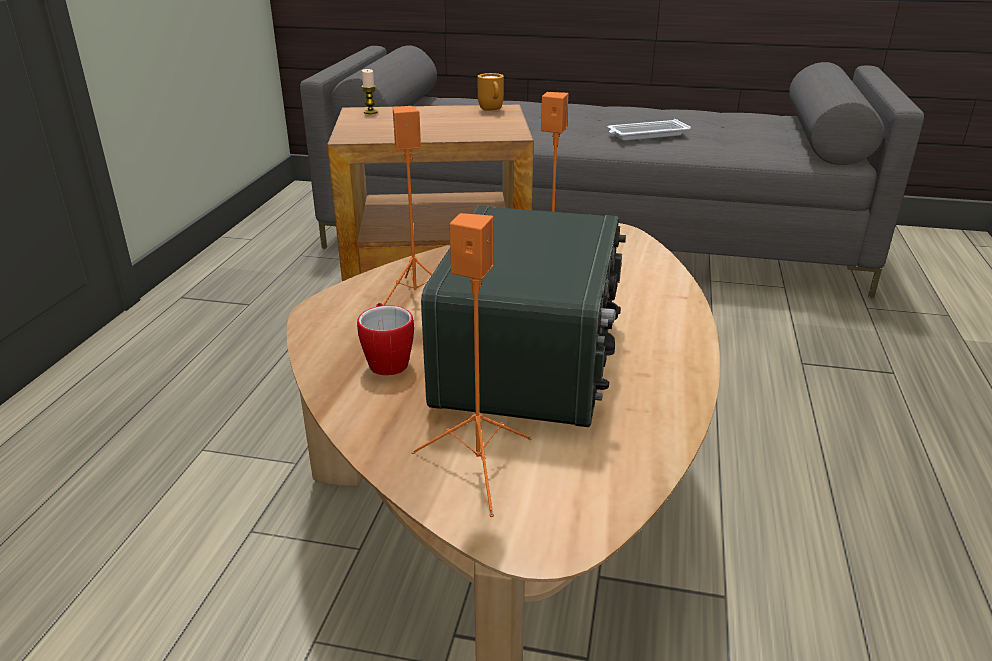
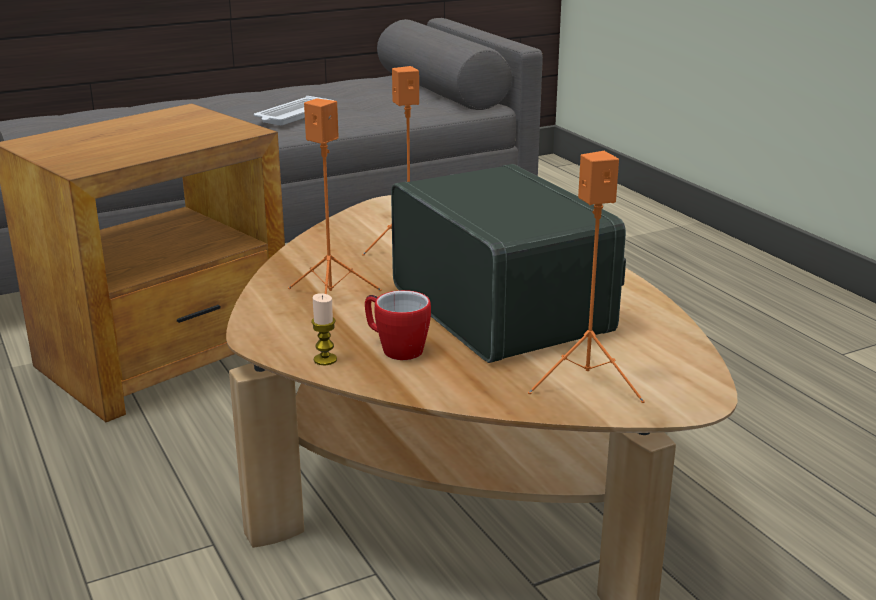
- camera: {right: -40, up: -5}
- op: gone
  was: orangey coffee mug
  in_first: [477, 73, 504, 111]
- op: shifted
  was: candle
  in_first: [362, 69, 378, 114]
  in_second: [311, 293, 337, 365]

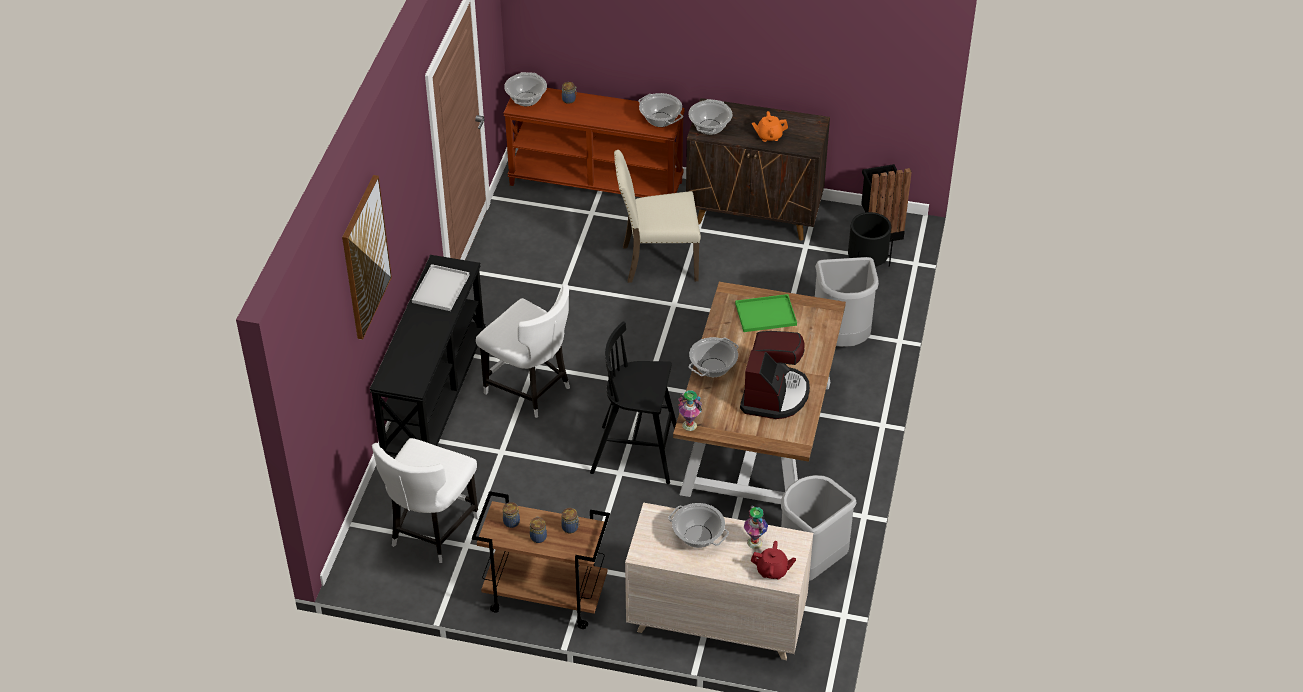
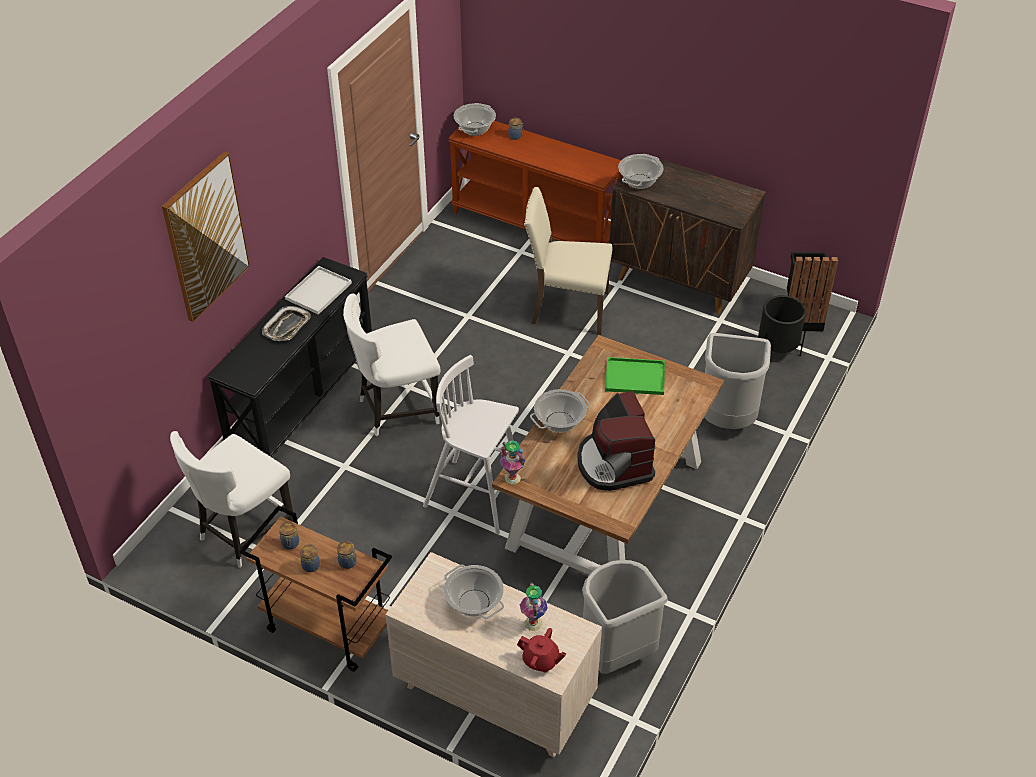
- camera: {right: 15, up: 0}
- op: gone
  was: saucepot
  in_first: [639, 93, 683, 127]
- op: gone
  was: orangey teapot
  in_first: [752, 111, 788, 142]
- op: new
  now: carrying tray
  in_second: [262, 306, 310, 341]
- op: repainted
  was: blackish stool seat
  now: white stool seat
  in_first: [590, 321, 676, 484]
  in_second: [423, 355, 519, 534]
- op: rotated
  was: white chair
  in_first: [476, 284, 570, 418]
  in_second: [343, 293, 440, 437]
  clockwise: 105
- op: rotated
  was: coffee machine
  in_first: [740, 331, 810, 419]
  in_second: [577, 391, 655, 491]
  clockwise: 135

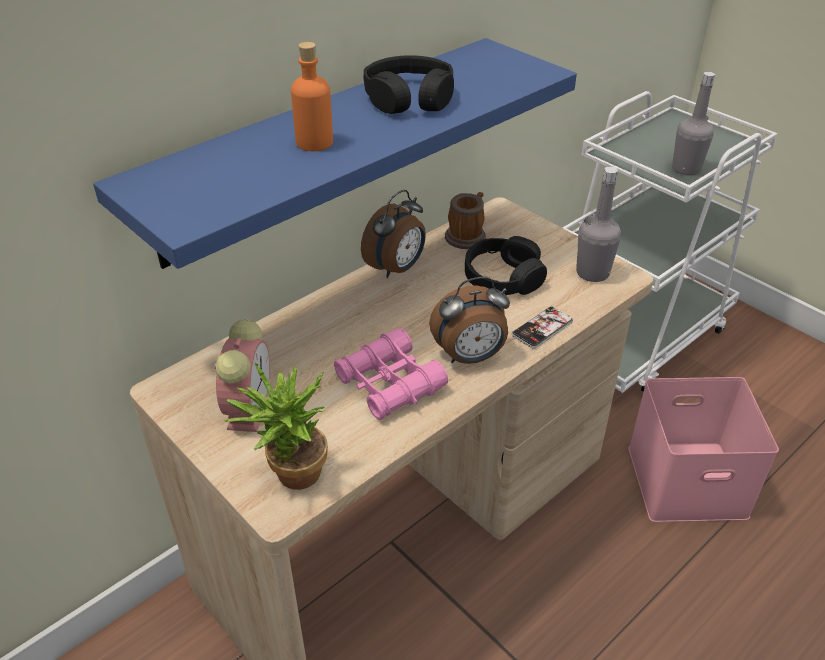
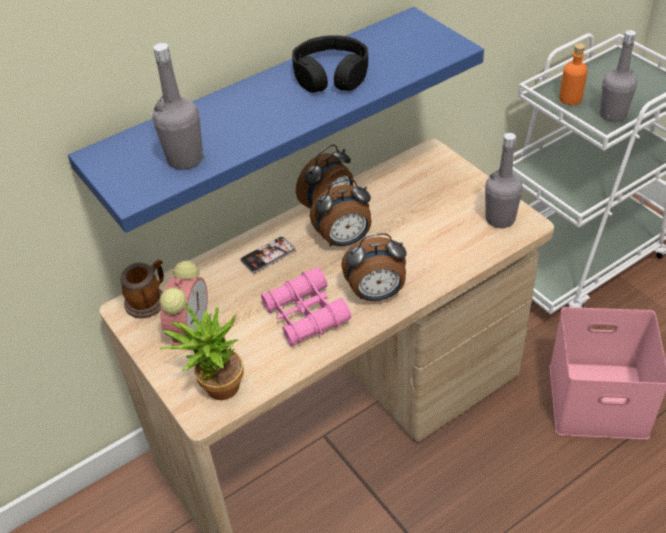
- camera: {right: 10, up: 5}
- op: gone
  was: blackish headset
  in_first: [465, 236, 547, 295]
- op: new
  now: gray drink bottle
  in_second: [153, 43, 203, 170]
- op: new
  now: table clock
  in_second: [310, 179, 372, 247]
- op: shifted
  was: orangey drink bottle
  in_first: [291, 42, 333, 151]
  in_second: [559, 43, 588, 105]
- op: shifted
  was: coffee mug
  in_first: [445, 192, 486, 249]
  in_second: [120, 260, 164, 318]
- op: shifted
  was: handset
  in_first: [512, 306, 573, 349]
  in_second: [240, 236, 296, 273]

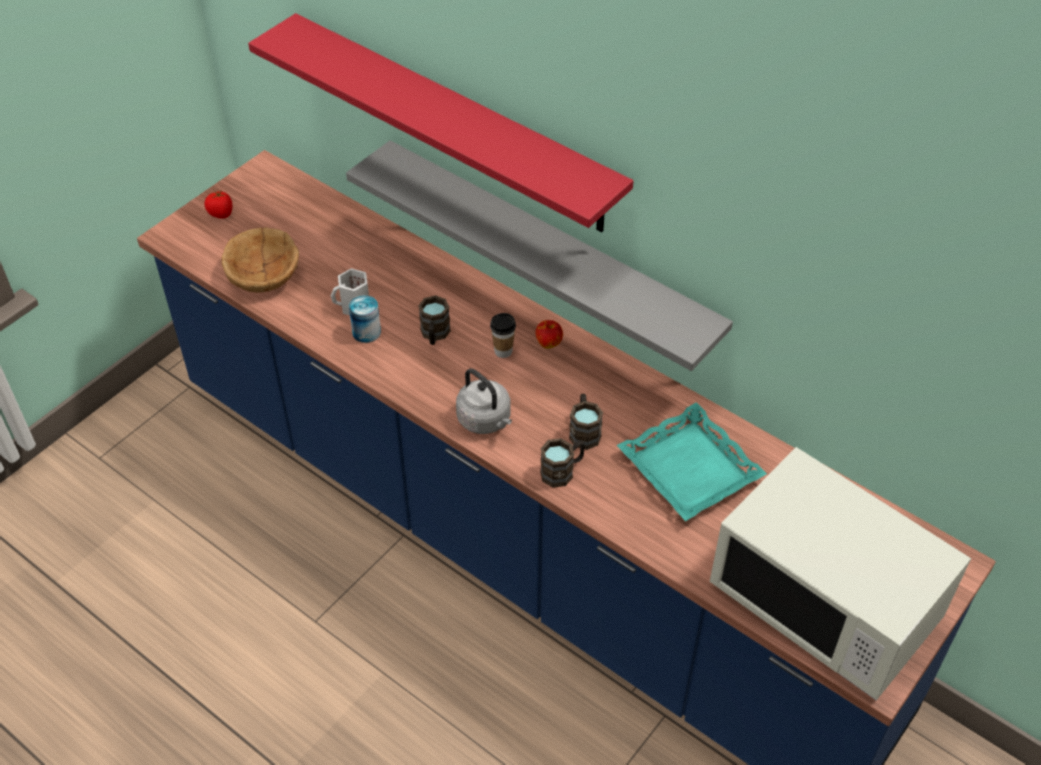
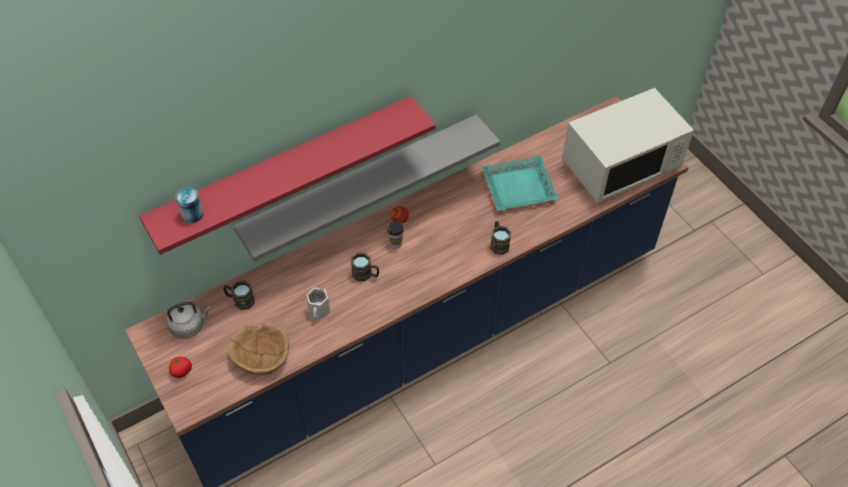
- camera: {right: -70, up: 5}
- op: shifted
  was: sealed can
  in_first: [349, 295, 381, 343]
  in_second: [176, 187, 204, 223]
- op: shifted
  was: gray tea kettle
  in_first: [456, 369, 512, 434]
  in_second: [166, 301, 211, 339]
- op: shifted
  was: brown-coloured coffee mug
  in_first: [569, 394, 603, 450]
  in_second: [223, 280, 255, 310]

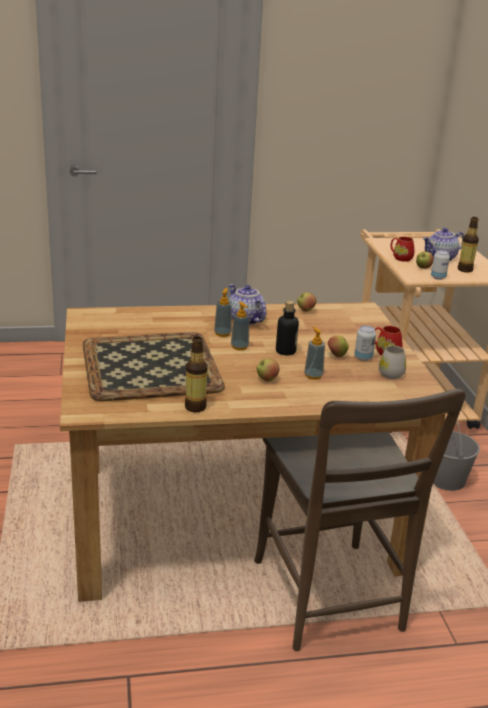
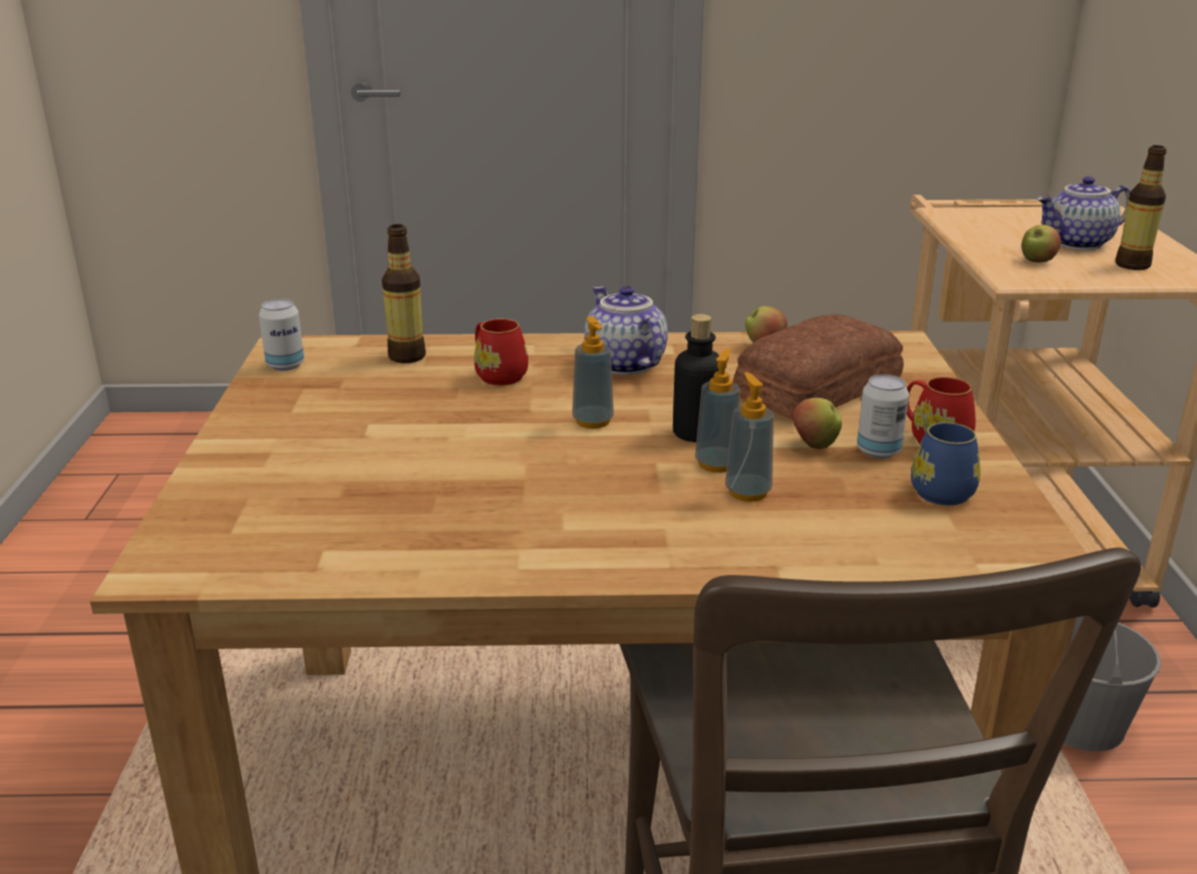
- camera: {right: 10, up: 0}
- op: gone
  was: carrying tray
  in_first: [83, 332, 225, 401]
- op: gone
  was: whole apple
  in_first: [257, 359, 280, 382]
- op: new
  now: bread
  in_second: [733, 314, 904, 420]
- op: shifted
  was: drink bottle
  in_first: [185, 336, 208, 412]
  in_second: [382, 224, 426, 363]
- op: shifted
  was: liquid soap bottle
  in_first: [214, 288, 232, 337]
  in_second: [695, 349, 740, 473]
- op: shifted
  was: red-coloured coffee mug
  in_first: [391, 237, 414, 262]
  in_second: [474, 319, 528, 385]
- op: shifted
  was: sealed can
  in_first: [431, 250, 450, 280]
  in_second: [259, 299, 304, 371]
- op: repainted
  was: white coffee mug
  now: blue-coloured coffee mug
  in_first: [379, 345, 406, 379]
  in_second: [911, 422, 980, 505]

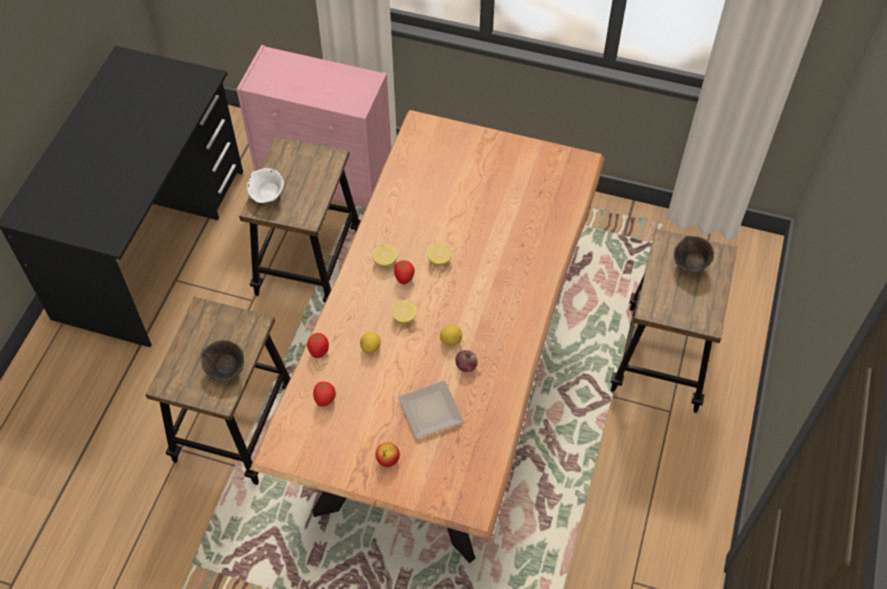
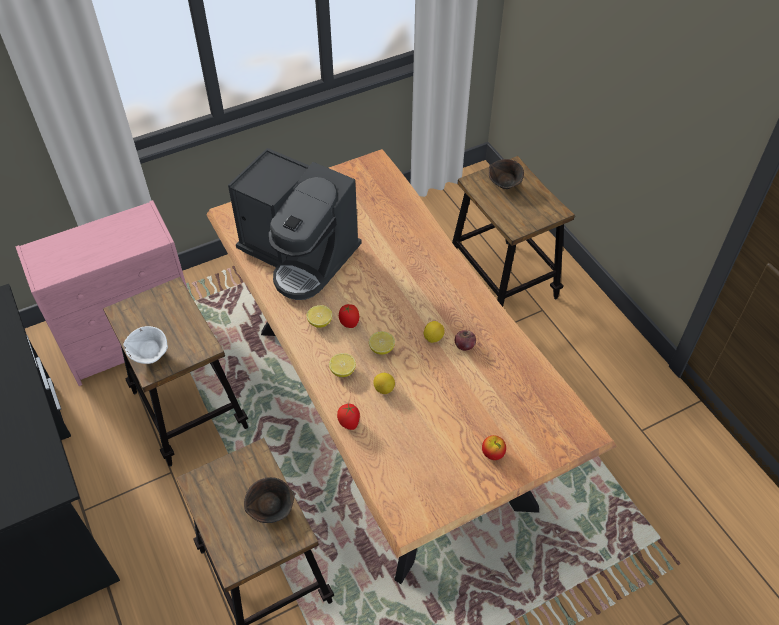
- camera: {right: -45, up: -5}
- op: gone
  was: tomato
  in_first: [313, 381, 336, 407]
- op: gone
  was: flat dish
  in_first: [398, 380, 464, 439]
- op: new
  now: coffee machine
  in_second: [228, 148, 362, 300]
- op: shifted
  was: lemon
  in_first: [427, 243, 452, 266]
  in_second: [329, 353, 356, 377]

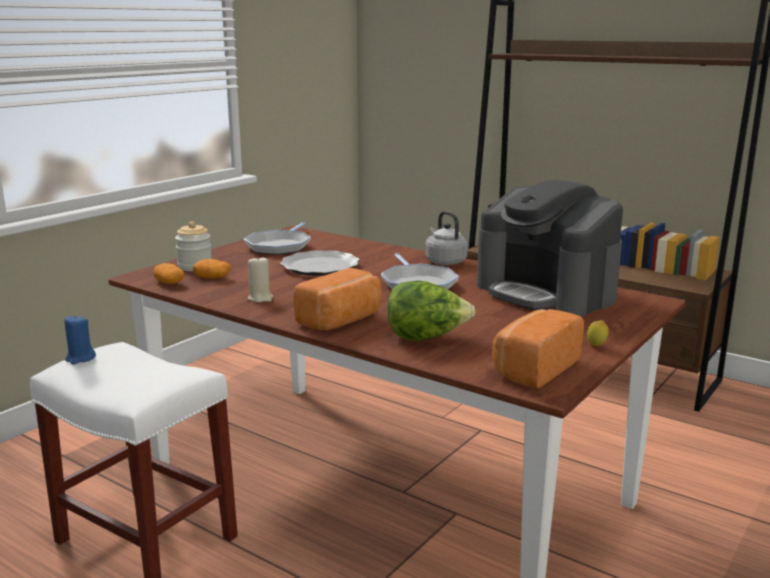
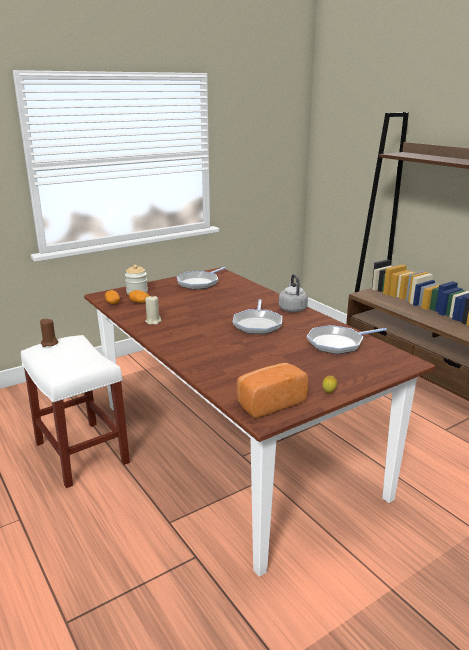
- camera: {right: 20, up: 5}
- op: gone
  was: flat dish
  in_first: [280, 250, 360, 276]
- op: gone
  was: bread
  in_first: [293, 268, 382, 331]
- op: gone
  was: lettuce head
  in_first: [387, 280, 476, 341]
- op: swapped
  was: coffee machine
  now: skillet
  in_first: [477, 179, 623, 316]
  in_second: [307, 325, 387, 354]
- op: repainted
  was: blue-coloured candle
  now: brown-coloured candle
  in_first: [64, 315, 96, 364]
  in_second: [40, 319, 58, 347]

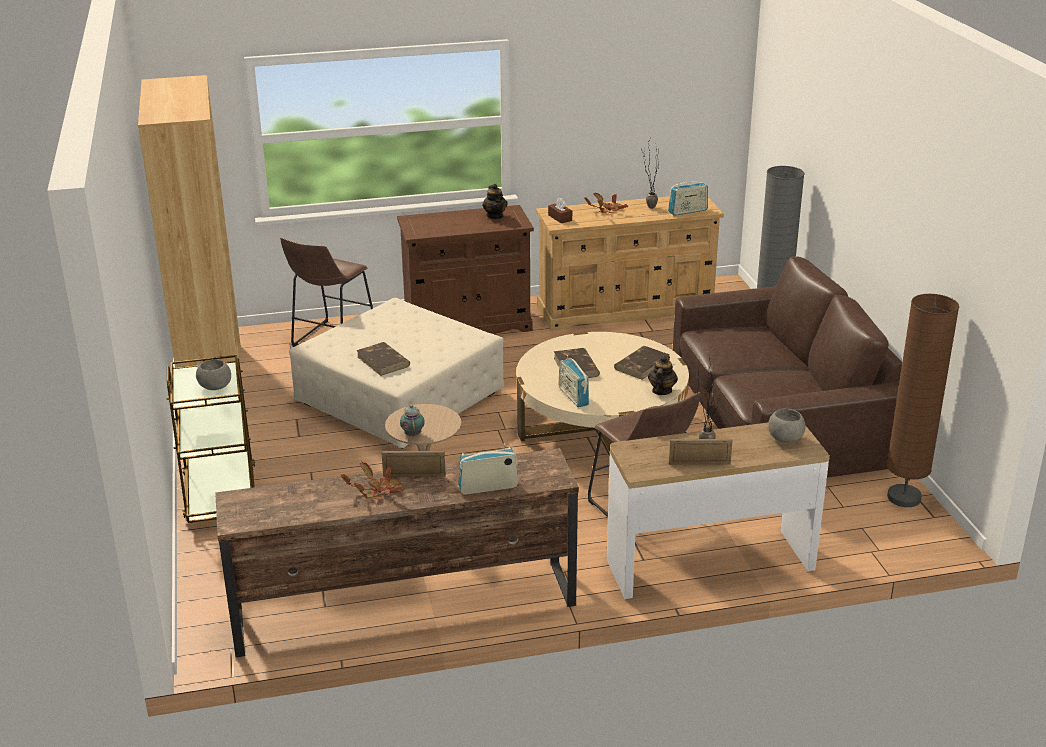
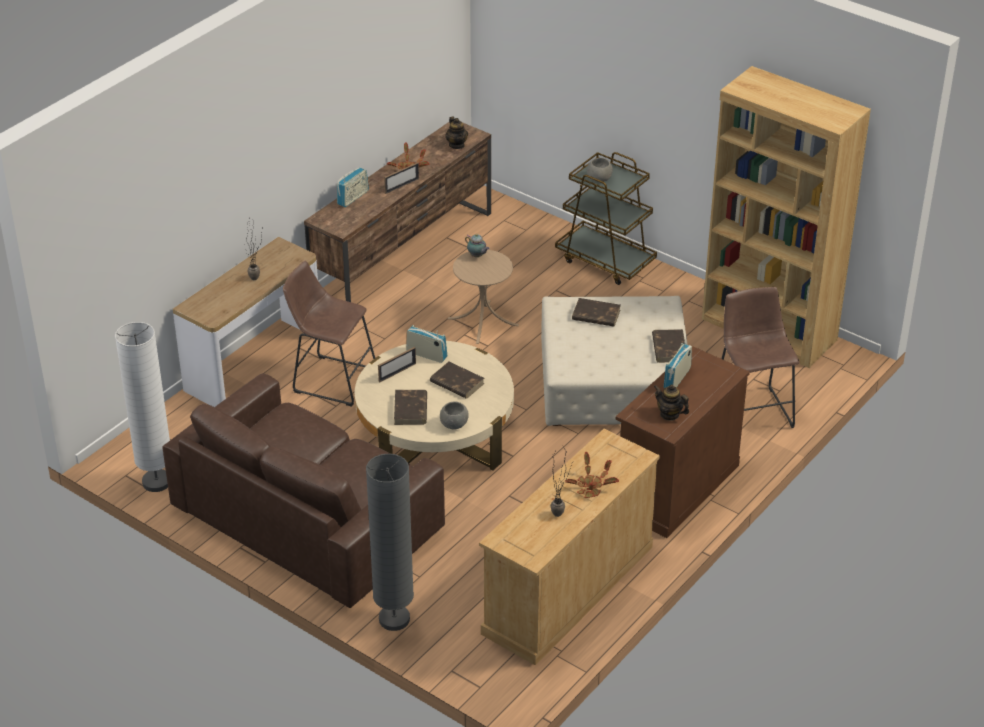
- camera: {right: 140, up: 10}
- op: gone
  was: brown-coloured tissue holder
  in_first: [548, 198, 572, 223]
- op: new
  now: brown-coloured volume
  in_second: [652, 329, 685, 363]
- op: shifted
  was: teapot
  in_first: [648, 355, 678, 395]
  in_second: [445, 117, 468, 149]
- op: shifted
  was: radio
  in_first: [668, 182, 708, 216]
  in_second: [664, 342, 692, 388]
- op: shifted
  was: picture frame
  in_first: [669, 439, 733, 465]
  in_second: [378, 347, 416, 382]
- op: shifted
  was: gray bowl
  in_first: [768, 408, 806, 443]
  in_second: [440, 401, 469, 429]
- op: repainted
  was: brown-coloured standing lamp
  now: white standing lamp
  in_first: [887, 294, 959, 507]
  in_second: [115, 322, 170, 492]

